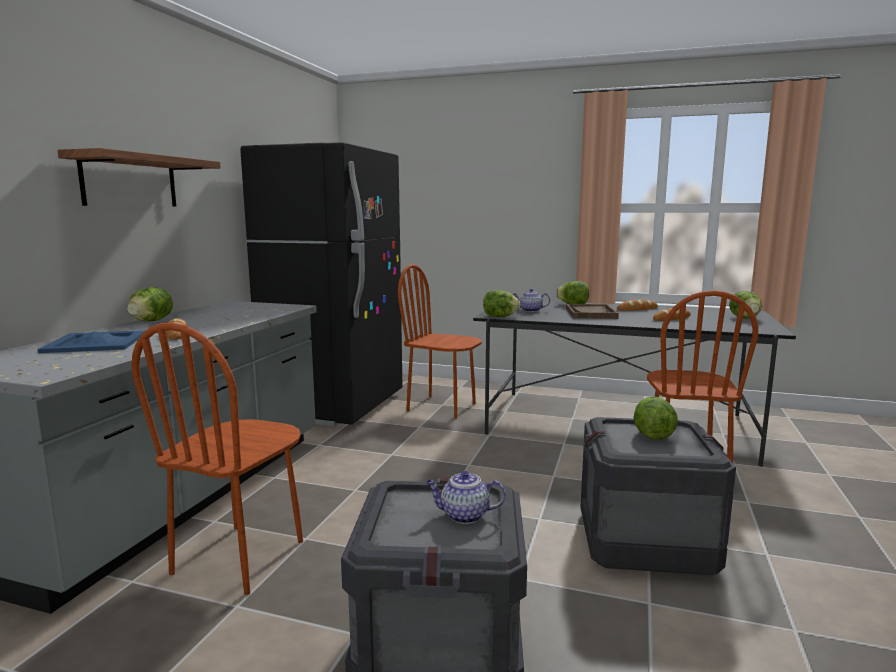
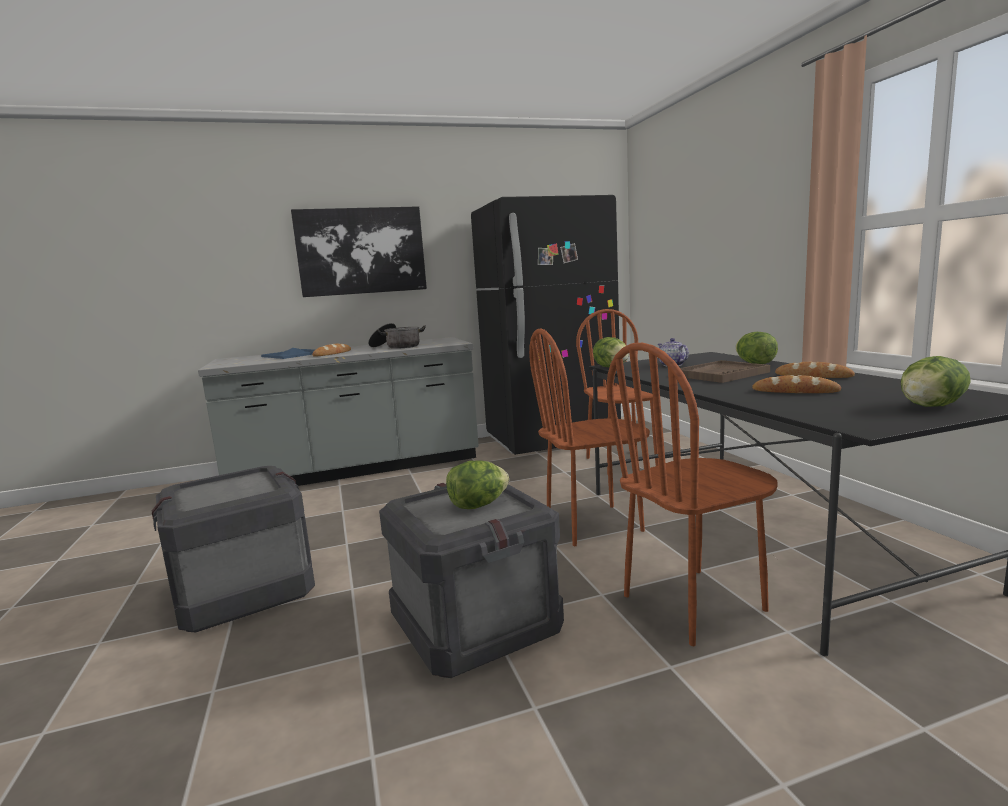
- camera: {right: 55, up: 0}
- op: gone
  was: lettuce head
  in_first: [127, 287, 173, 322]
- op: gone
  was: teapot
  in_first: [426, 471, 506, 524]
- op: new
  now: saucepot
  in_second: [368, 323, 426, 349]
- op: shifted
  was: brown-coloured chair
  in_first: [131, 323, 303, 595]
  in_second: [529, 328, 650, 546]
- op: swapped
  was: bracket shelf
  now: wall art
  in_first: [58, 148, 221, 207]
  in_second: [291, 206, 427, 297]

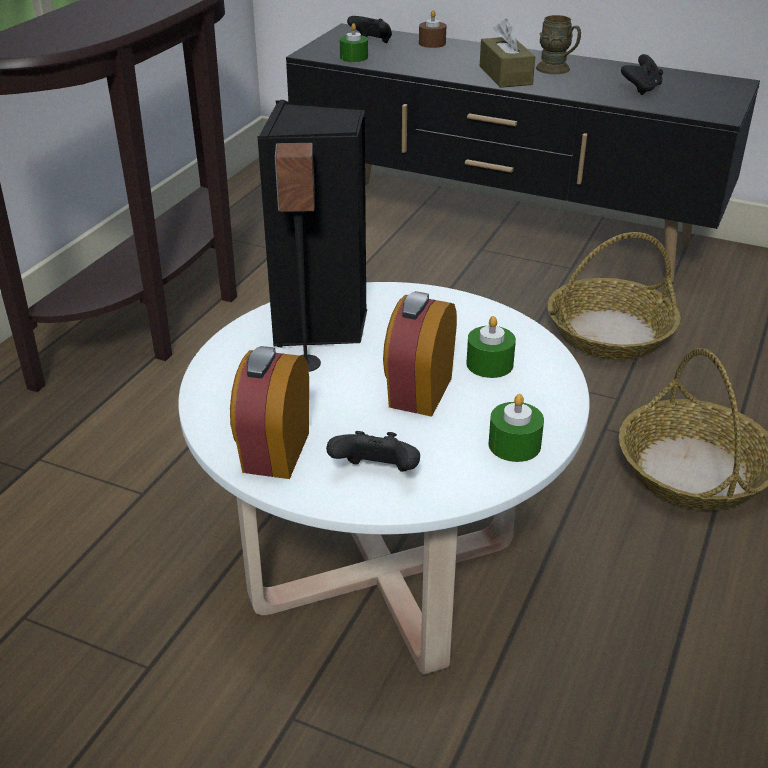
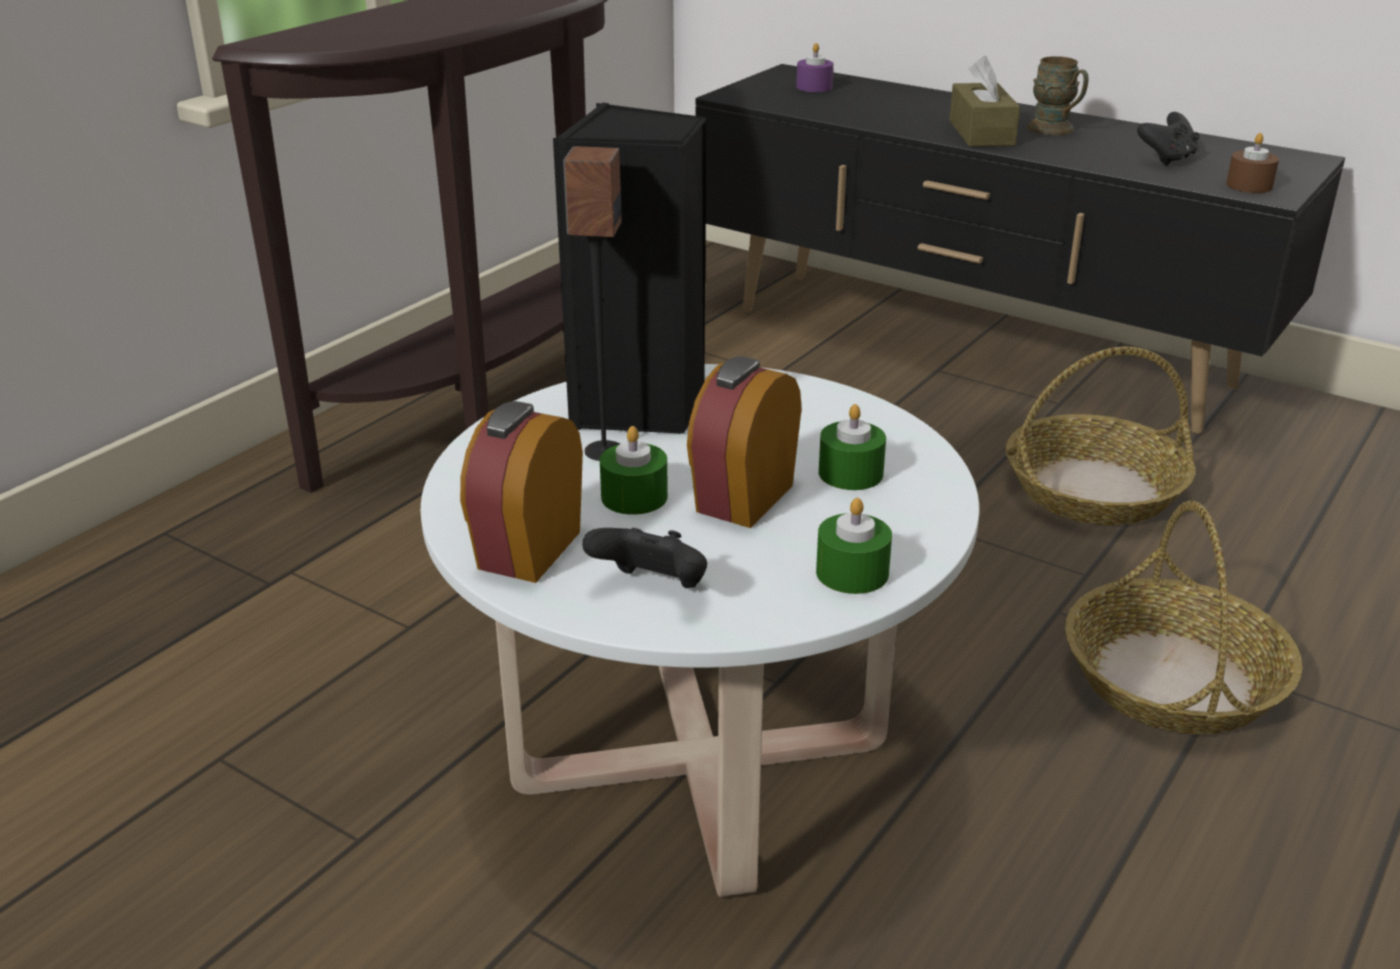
- camera: {right: 10, up: -5}
- op: shifted
  was: greenish candle
  in_first: [340, 23, 368, 62]
  in_second: [600, 426, 668, 515]
- op: shifted
  was: brown-coloured candle
  in_first: [419, 10, 446, 48]
  in_second: [1226, 133, 1279, 193]
- op: swapped
  was: blackish joypad
  now: purplish candle
  in_first: [347, 16, 392, 43]
  in_second: [796, 43, 833, 92]

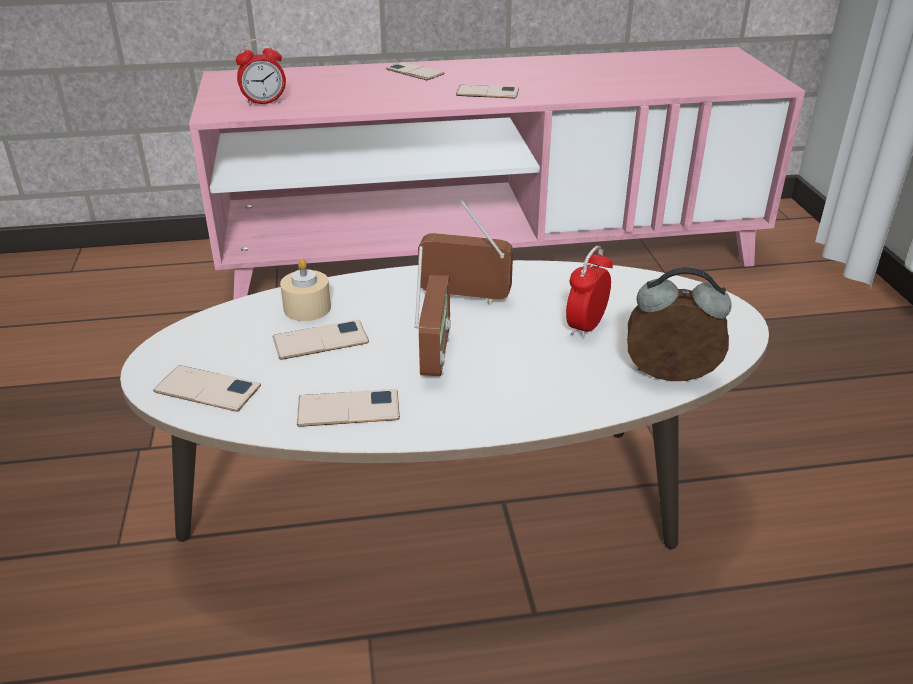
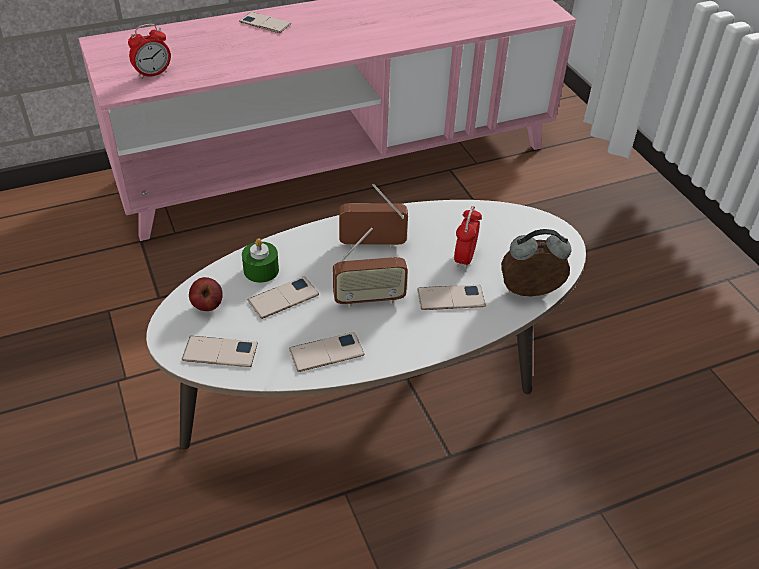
- camera: {right: -15, up: 10}
- op: new
  now: whole apple
  in_second: [189, 277, 223, 311]
- op: shifted
  was: handset
  in_first: [456, 85, 519, 99]
  in_second: [417, 285, 486, 310]
- op: repainted
  was: beige candle
  now: greenish candle
  in_first: [280, 259, 331, 321]
  in_second: [242, 238, 279, 283]
- op: rotated
  was: radio
  in_first: [414, 246, 451, 376]
  in_second: [333, 228, 408, 308]
  clockwise: 90

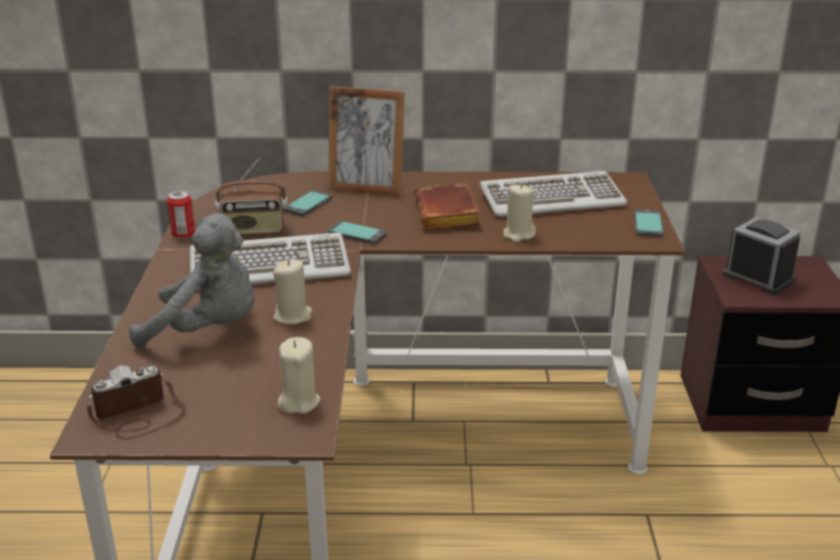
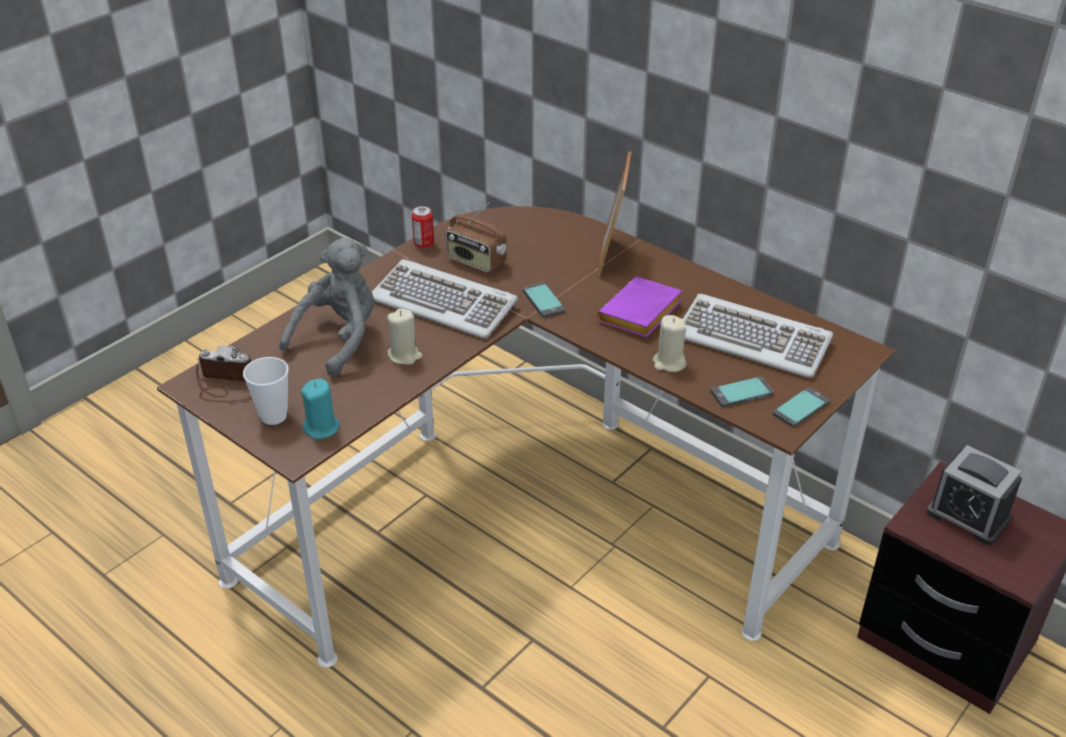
- camera: {right: 40, up: 10}
- op: new
  now: drinking cup
  in_second: [243, 357, 289, 425]
- op: shifted
  was: handset
  in_first: [283, 190, 332, 216]
  in_second: [711, 376, 774, 407]
- op: repainted
  was: beige candle
  now: blue-green candle
  in_first: [278, 337, 320, 414]
  in_second: [301, 378, 340, 439]
- op: repainted
  was: brown-coloured volume
  now: purplish volume
  in_first: [414, 183, 480, 230]
  in_second: [597, 277, 682, 337]
- op: rotated
  was: gray cuddly toy
  in_first: [129, 214, 254, 348]
  in_second: [279, 238, 375, 377]
  clockwise: -105
- op: rotated
  was: picture frame
  in_first: [328, 86, 405, 196]
  in_second: [597, 152, 631, 277]
  clockwise: 45
- op: rotated
  was: table clock
  in_first: [723, 217, 801, 295]
  in_second: [926, 445, 1022, 545]
  clockwise: 135

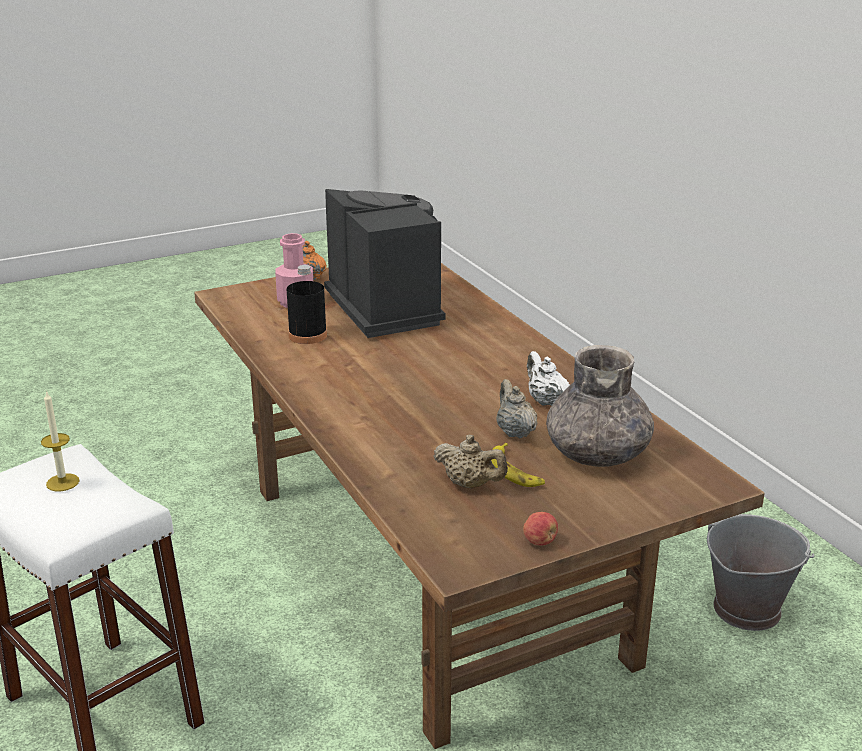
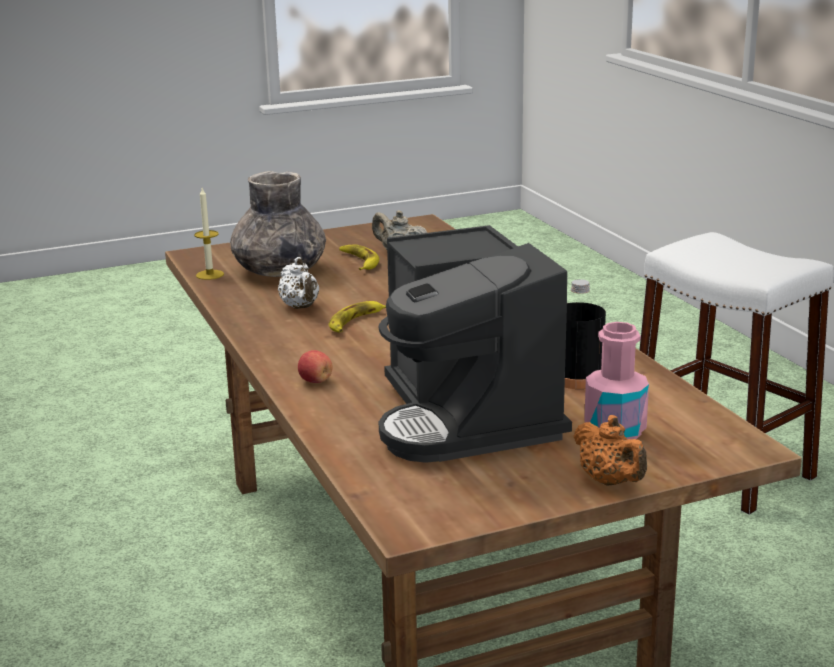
- camera: {right: -175, up: -5}
- op: gone
  was: beige teapot
  in_first: [496, 379, 538, 438]
- op: gone
  was: gray water bucket
  in_first: [707, 514, 815, 631]
- op: new
  now: banana
  in_second: [329, 301, 386, 332]
- op: shifted
  was: candle
  in_first: [41, 390, 79, 491]
  in_second: [194, 188, 224, 280]
- op: shifted
  was: whole apple
  in_first: [523, 512, 558, 545]
  in_second: [298, 350, 333, 383]

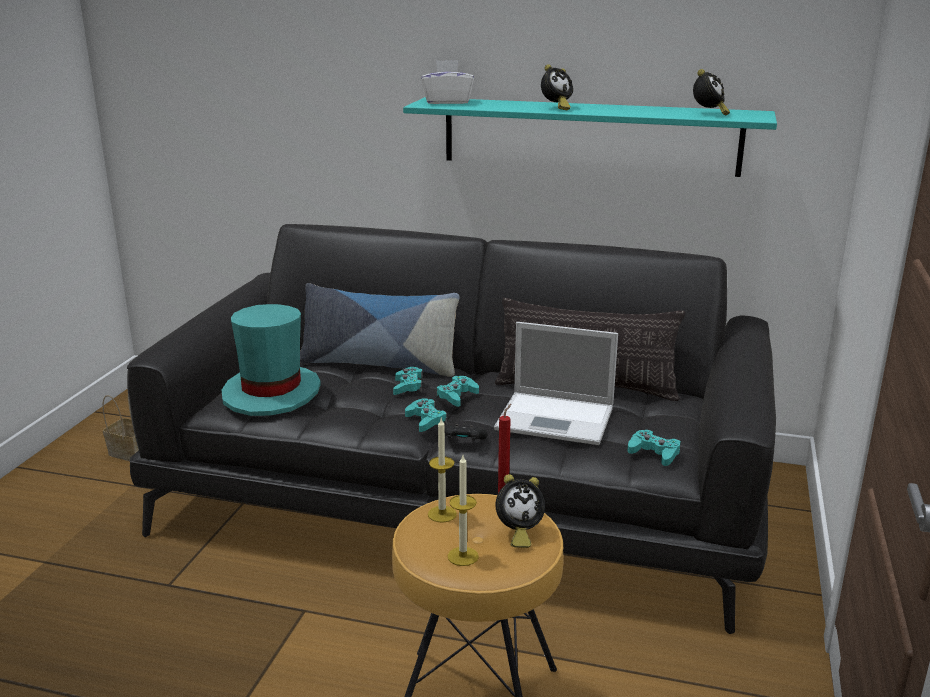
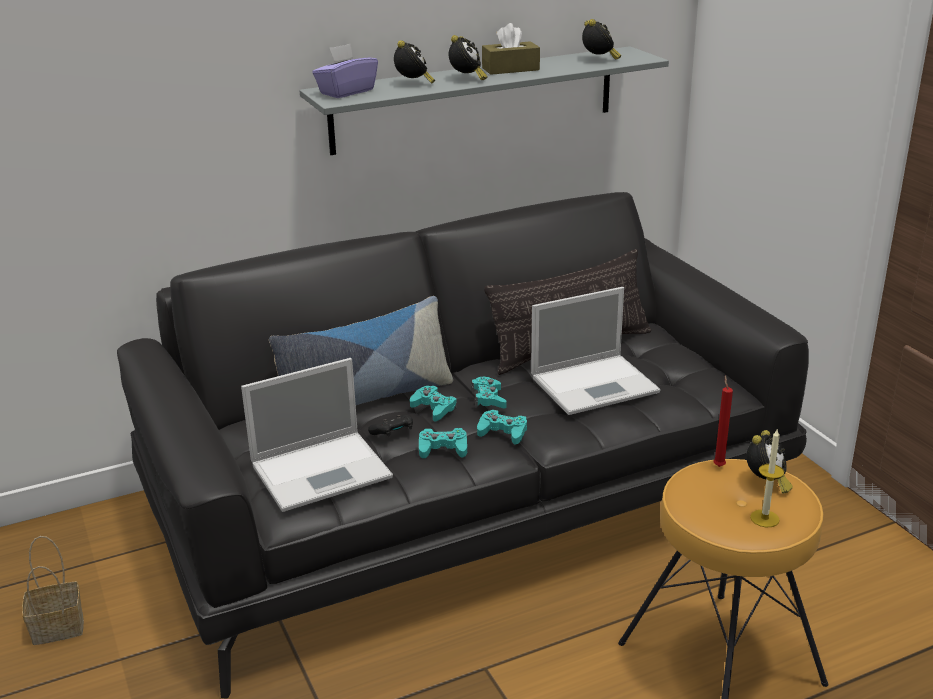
- camera: {right: -40, up: 5}
- op: gone
  was: candle
  in_first: [428, 418, 457, 523]
- op: new
  now: table clock
  in_second: [394, 40, 435, 84]
- op: new
  now: brown-coloured tissue holder
  in_second: [482, 23, 540, 75]
- op: shifted
  was: blackish joypad
  in_first: [445, 424, 487, 442]
  in_second: [368, 415, 413, 437]
- op: shifted
  was: blue-green joypad
  in_first: [628, 430, 681, 466]
  in_second: [419, 428, 467, 458]
- op: swapped
  was: blue-green clothing hat
  now: laptop
  in_first: [221, 304, 321, 416]
  in_second: [241, 358, 393, 512]
- op: repainted
  was: blue-green bracket shelf
  now: gray bracket shelf
  in_first: [403, 97, 777, 177]
  in_second: [299, 46, 669, 155]
- op: repainted
  was: white tissue holder
  now: purplish tissue holder
  in_first: [422, 60, 474, 104]
  in_second: [312, 44, 378, 98]

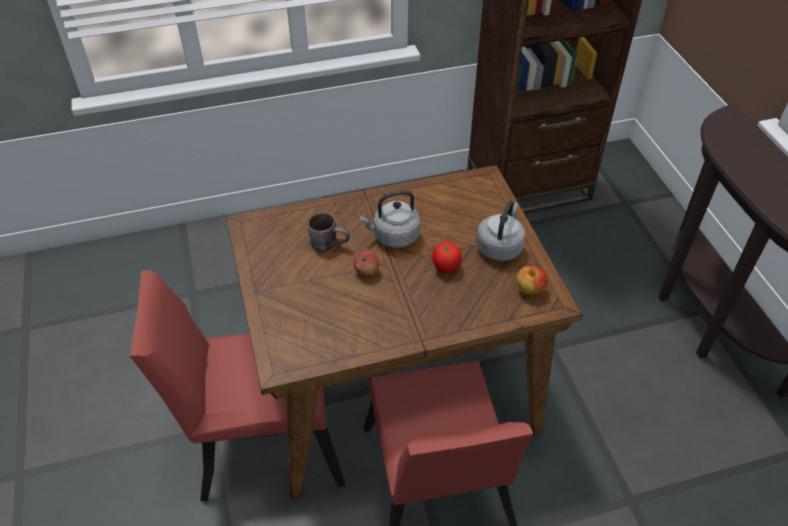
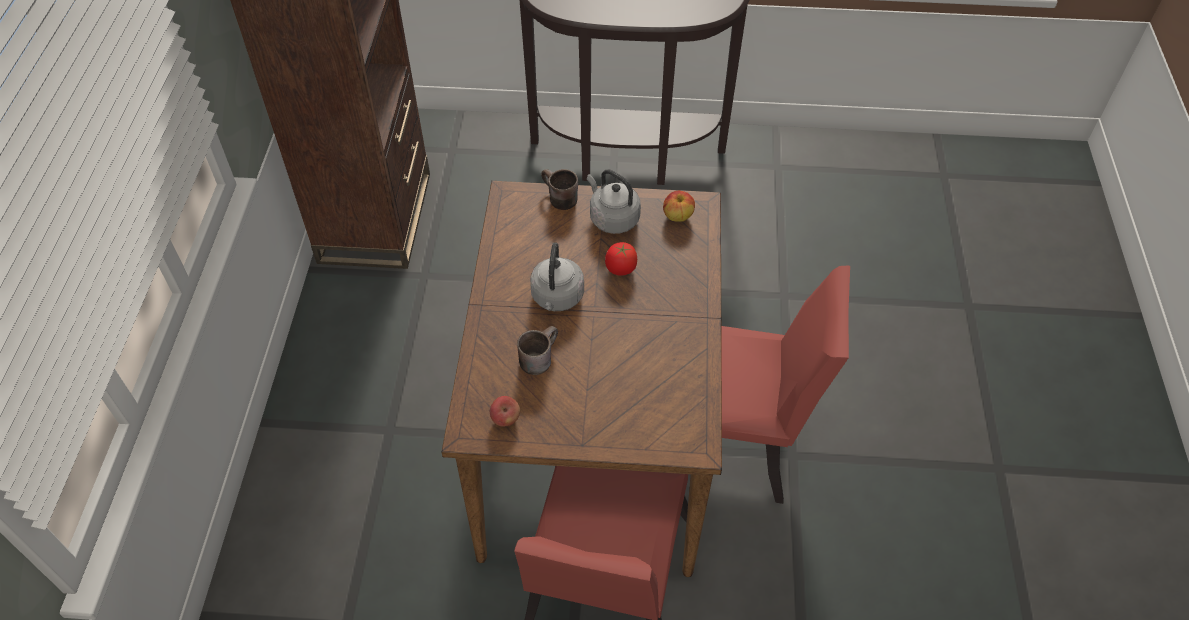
- camera: {right: -70, up: 5}
- op: new
  now: brown-coloured coffee mug
  in_second: [541, 169, 578, 210]
- op: shifted
  was: whole apple
  in_first: [354, 251, 379, 277]
  in_second: [490, 396, 520, 426]

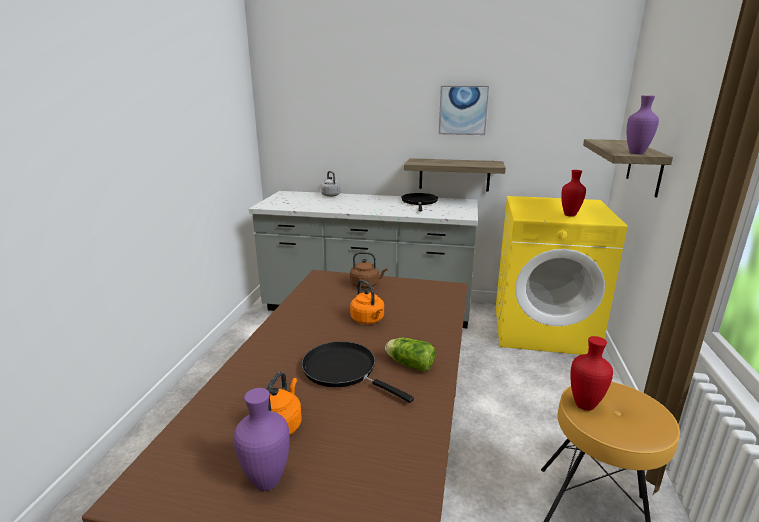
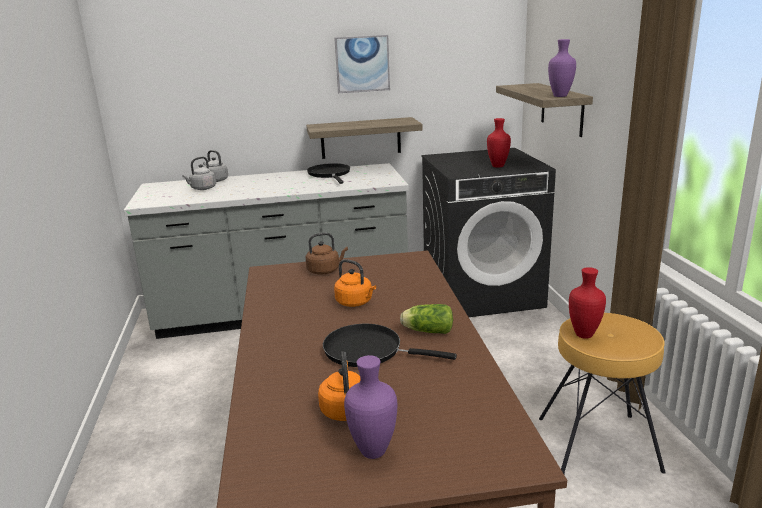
- camera: {right: -20, up: 0}
- op: new
  now: gray tea kettle
  in_second: [182, 157, 216, 190]
- op: repainted
  was: yellow-coloured laundry machine
  now: blackish laundry machine
  in_first: [496, 196, 628, 355]
  in_second: [421, 148, 556, 317]

